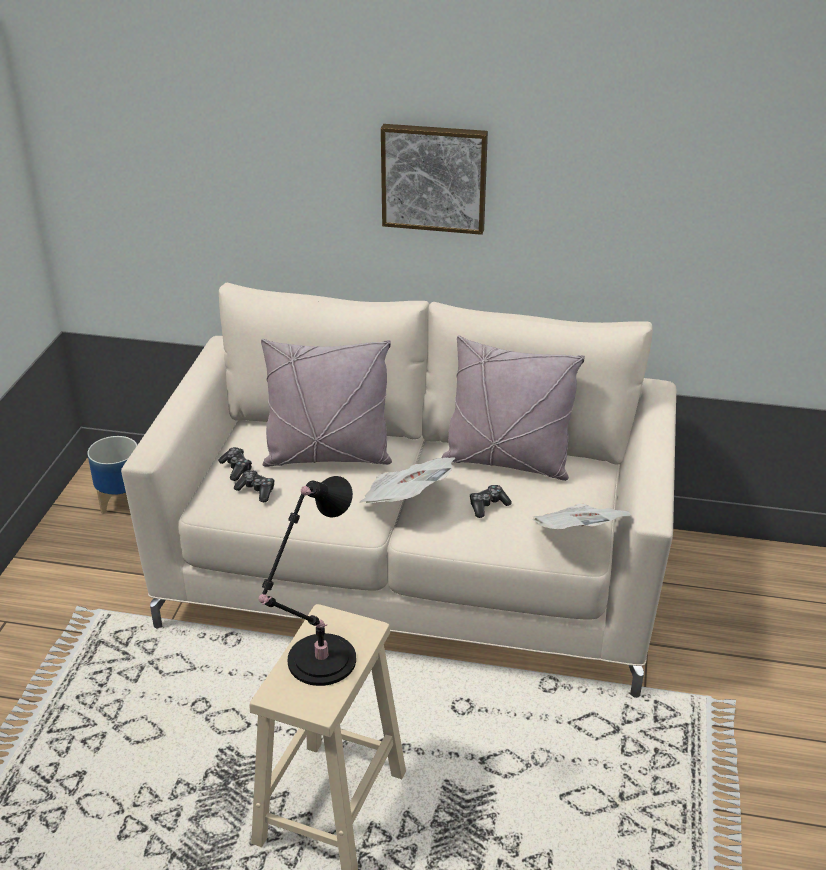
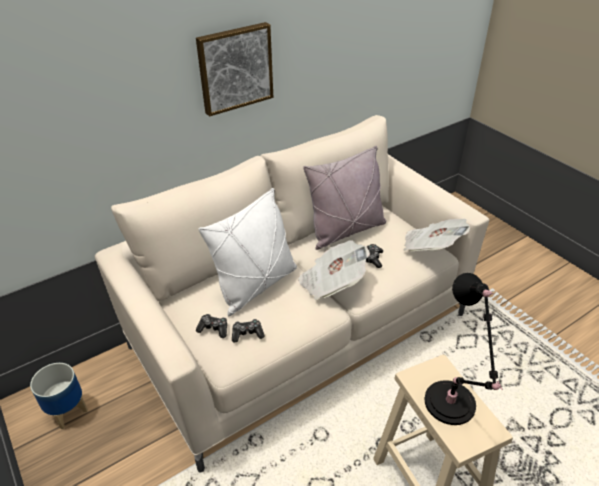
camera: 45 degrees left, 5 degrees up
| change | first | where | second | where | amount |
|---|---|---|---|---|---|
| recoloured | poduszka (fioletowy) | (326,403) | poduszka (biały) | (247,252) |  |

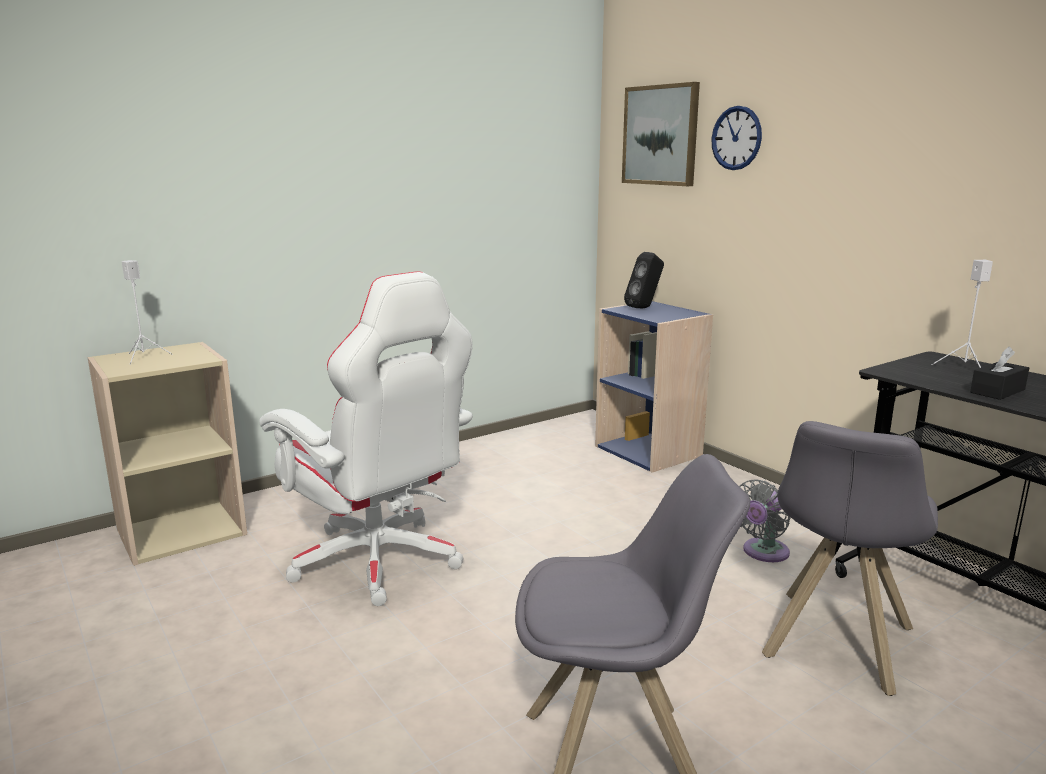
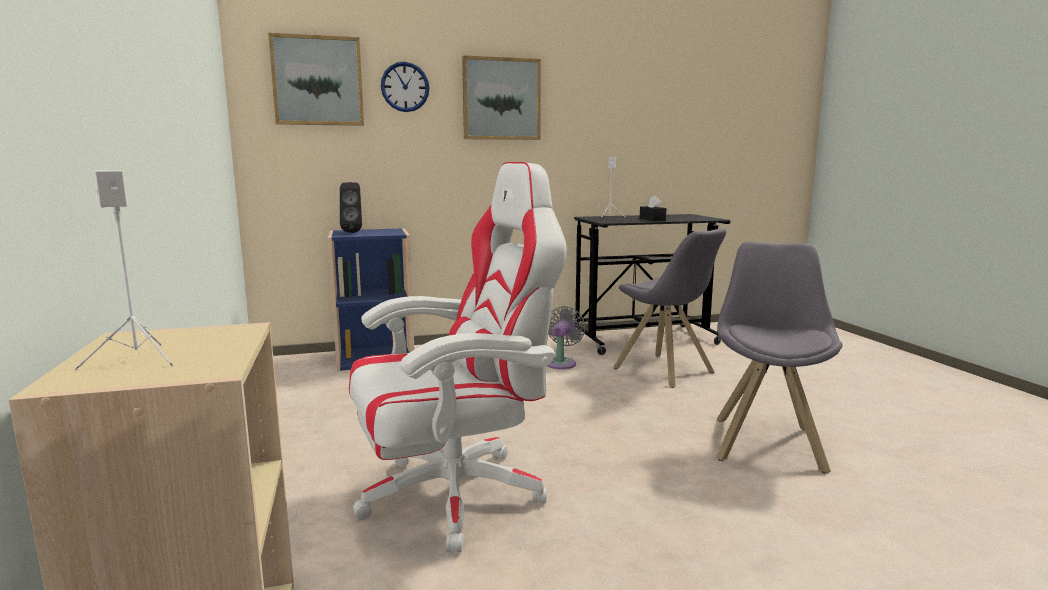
camera: 70 degrees left, 5 degrees down
| change | first | where | second | where | amount |
|---|---|---|---|---|---|
| added |  |  | obraz | (501,97) |  |
| turned | wentylator (szary) | (765,520) |  | (566,337) | 135 degrees counterclockwise |

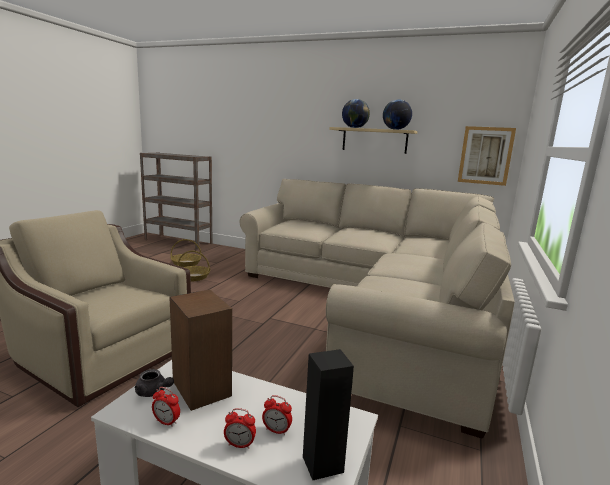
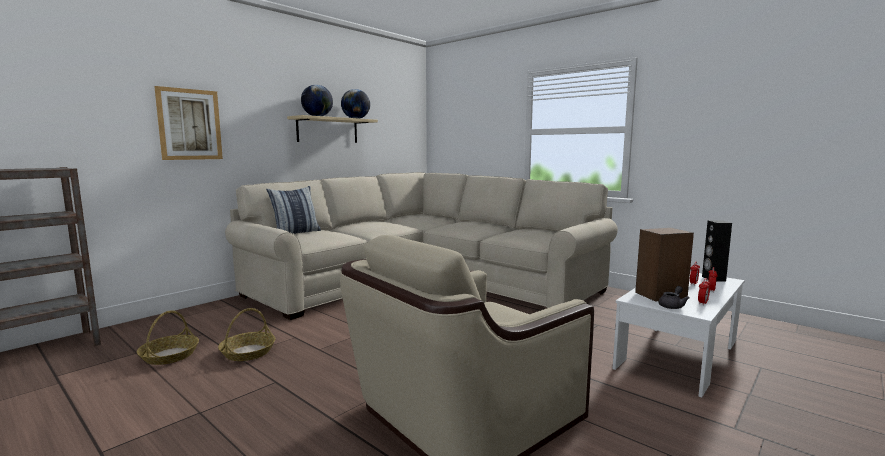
camera: 70 degrees left, 5 degrees down
| change | first | where | second | where | amount |
|---|---|---|---|---|---|
| added |  |  | poduszka | (293,210) |  |
| moved | obraz | (487,156) |  | (188,123) |  |

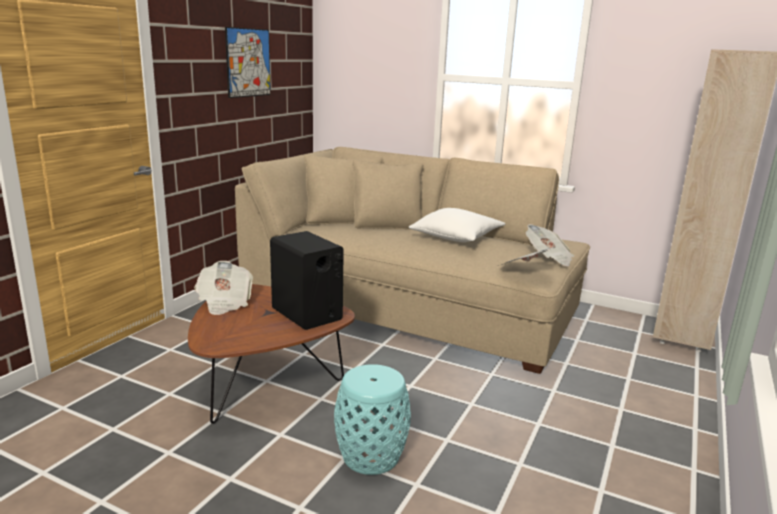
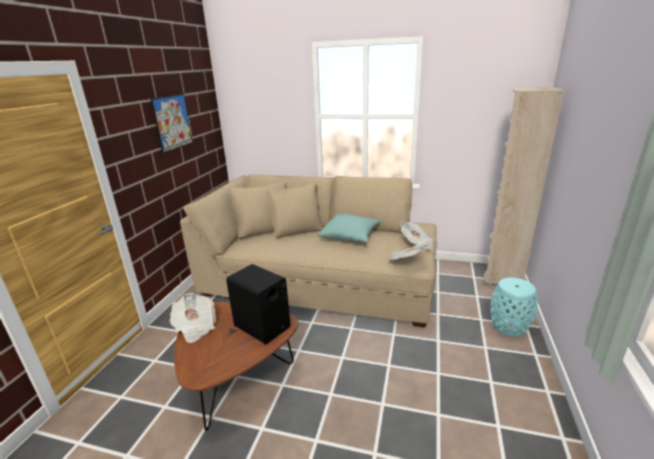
camera: 10 degrees left, 5 degrees up
| change | first | where | second | where | amount |
|---|---|---|---|---|---|
| moved | stołek (turkusowy) | (372,419) |  | (514,307) |  |
| recoloured | poduszka (biały) | (457,225) | poduszka (turkusowy) | (349,227) |  |

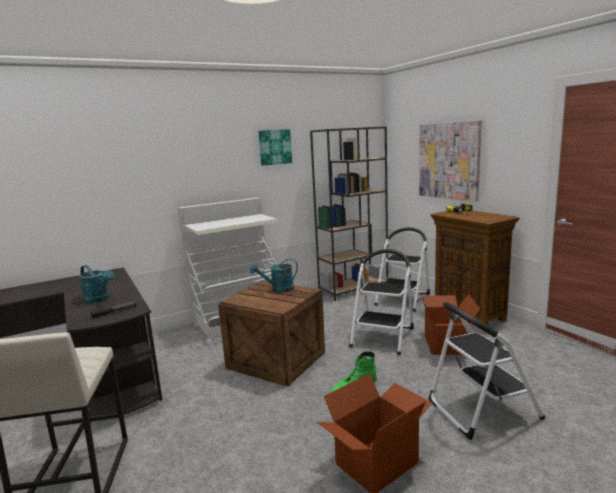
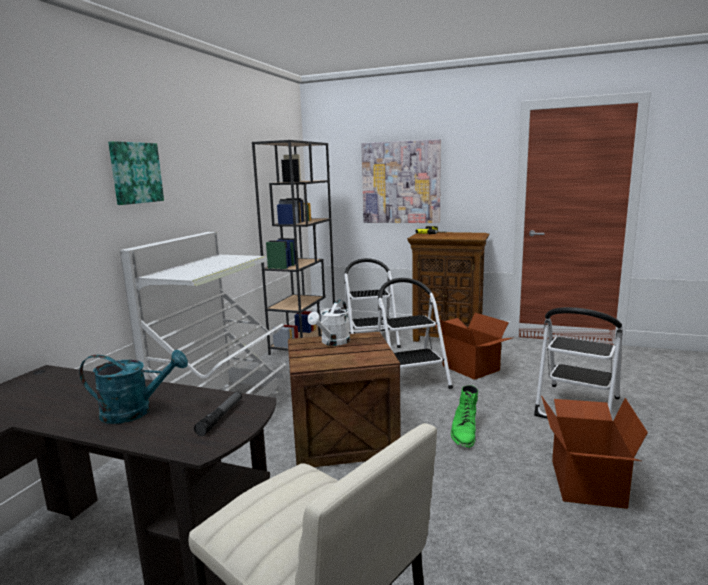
camera: 40 degrees left, 0 degrees up
| change | first | where | second | where | amount |
|---|---|---|---|---|---|
| moved | obraz | (275,147) |  | (136,173) |  |
| recoloured | konewka (turkusowy) | (274,276) | konewka (biały) | (328,322) |  |

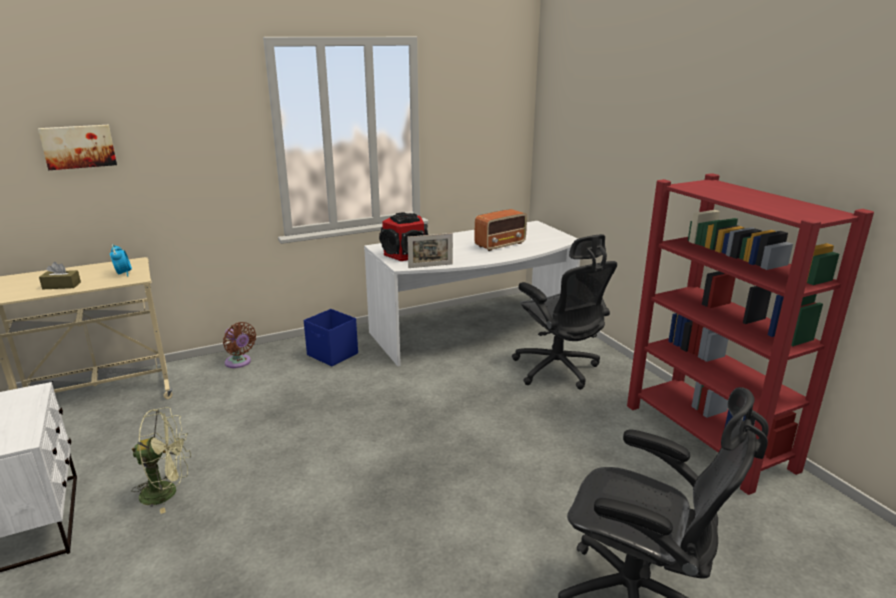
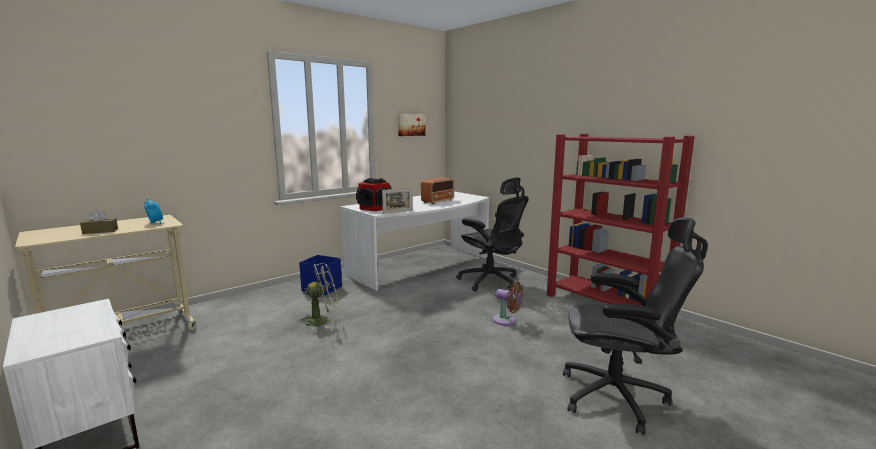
camera: 15 degrees left, 10 degrees down
| change | first | where | second | where | amount |
|---|---|---|---|---|---|
| moved | obraz | (77,147) |  | (412,125) |  |
| moved | wentylator (zielony) | (161,460) |  | (317,295) |  |
| moved | wentylator (brązowy) | (239,345) |  | (508,304) |  |

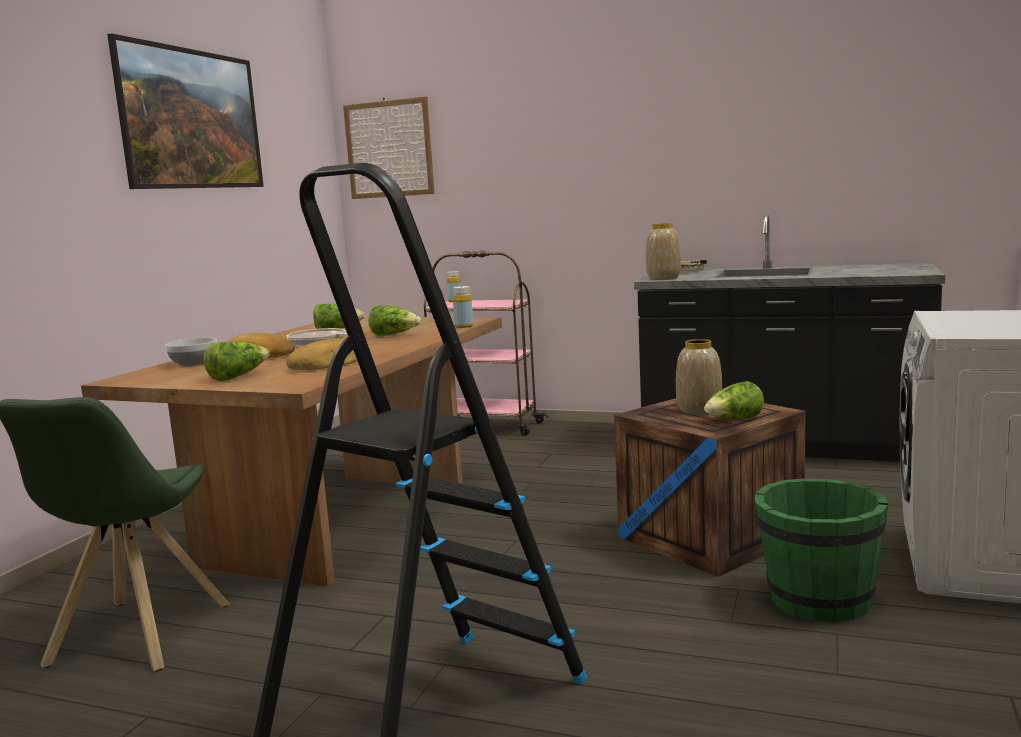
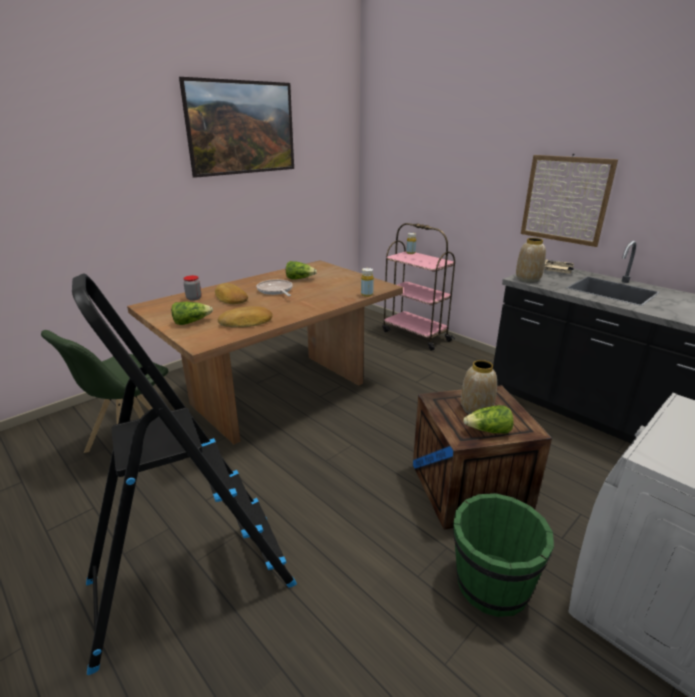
camera: 25 degrees right, 15 degrees up
| change | first | where | second | where | amount |
|---|---|---|---|---|---|
| removed | sałata | (394,320) |  |  |  |
| moved | obraz | (389,148) |  | (569,200) |  |
| replaced | miska | (191,352) | słoik | (192,288) |  |

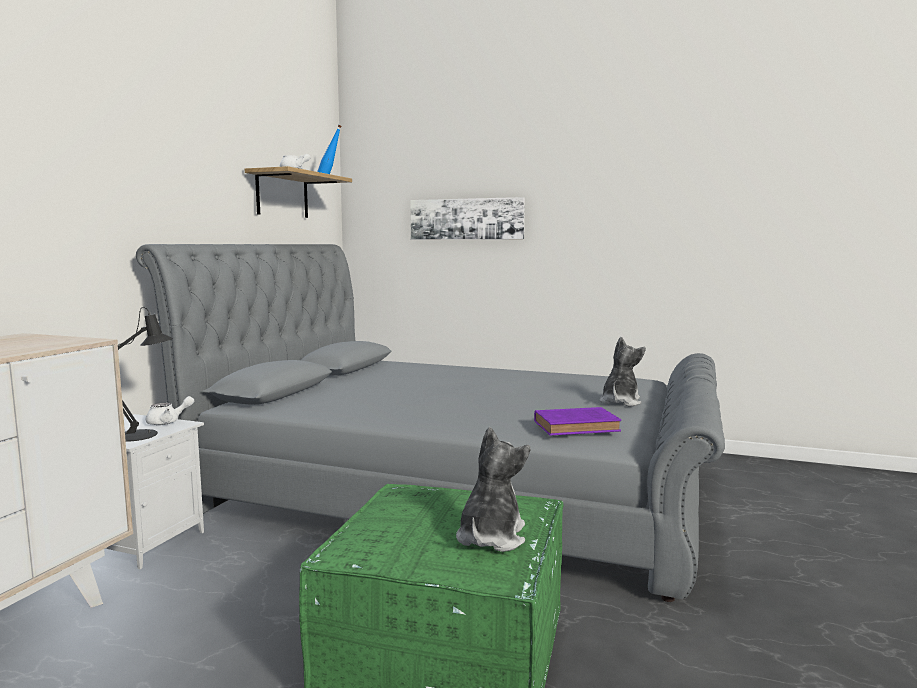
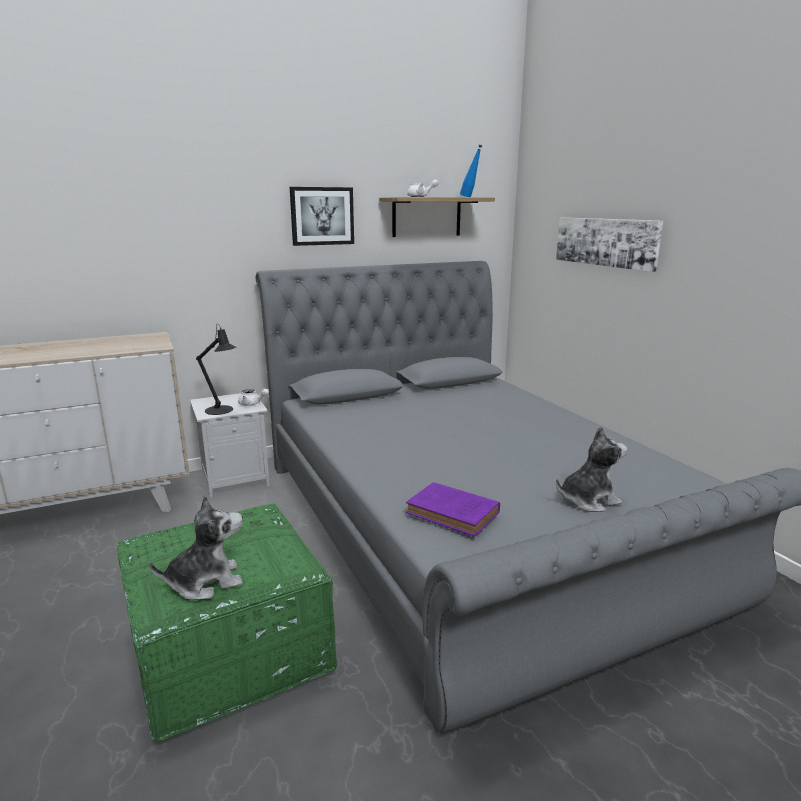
camera: 45 degrees right, 10 degrees up
| change | first | where | second | where | amount |
|---|---|---|---|---|---|
| added |  |  | obraz | (322,216) |  |

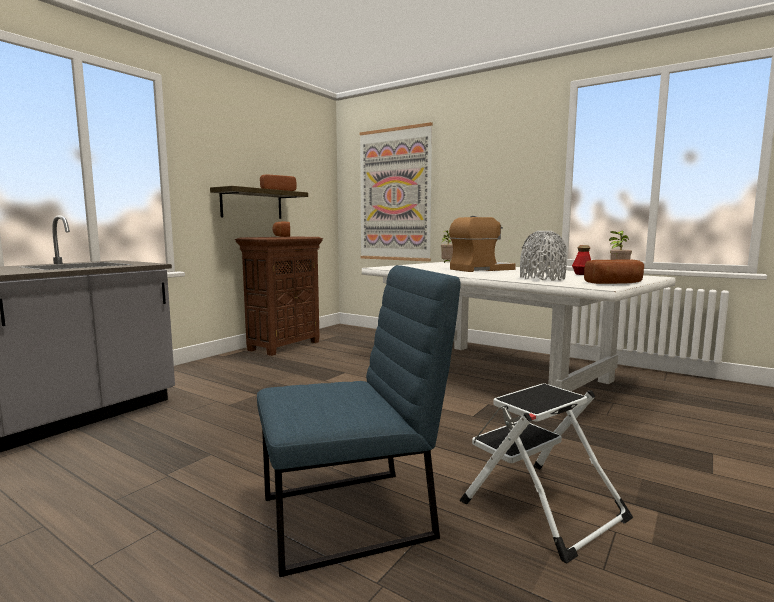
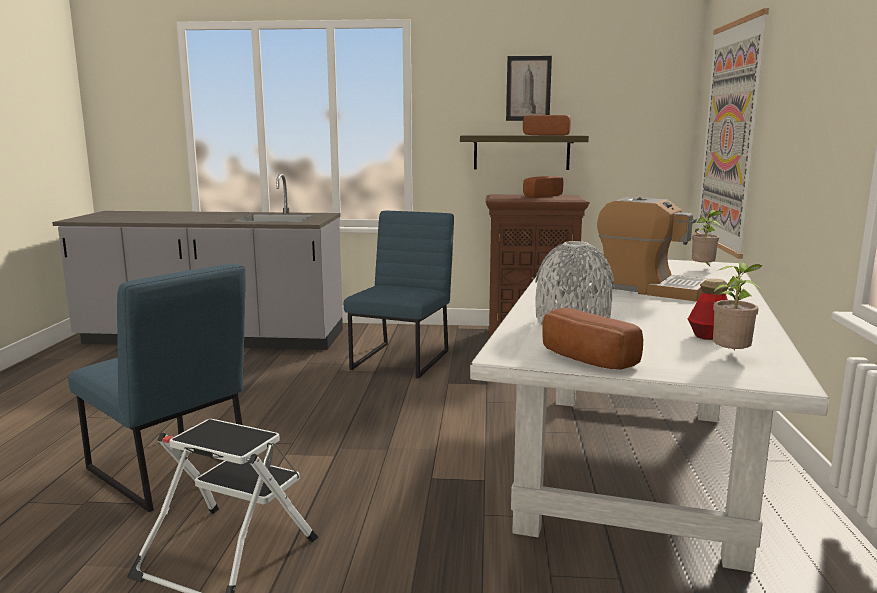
camera: 60 degrees right, 5 degrees up
| change | first | where | second | where | amount |
|---|---|---|---|---|---|
| added |  |  | krzesło (niebieski) | (399,294) |  |
| added |  |  | obraz | (529,88) |  |

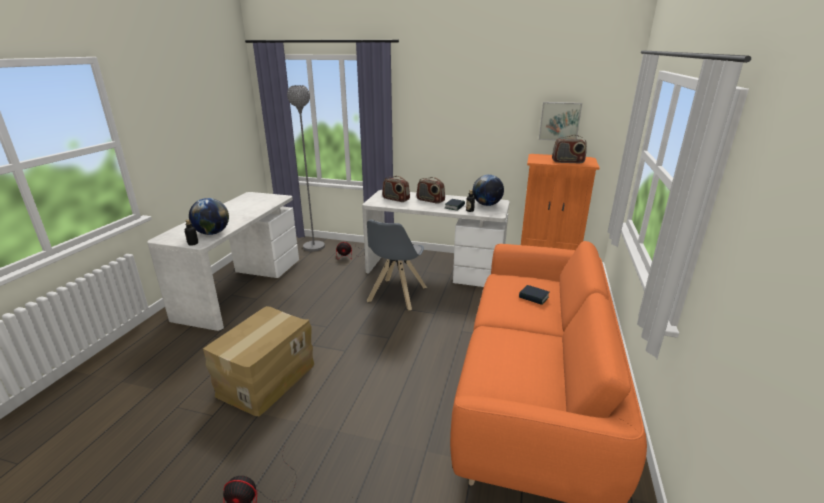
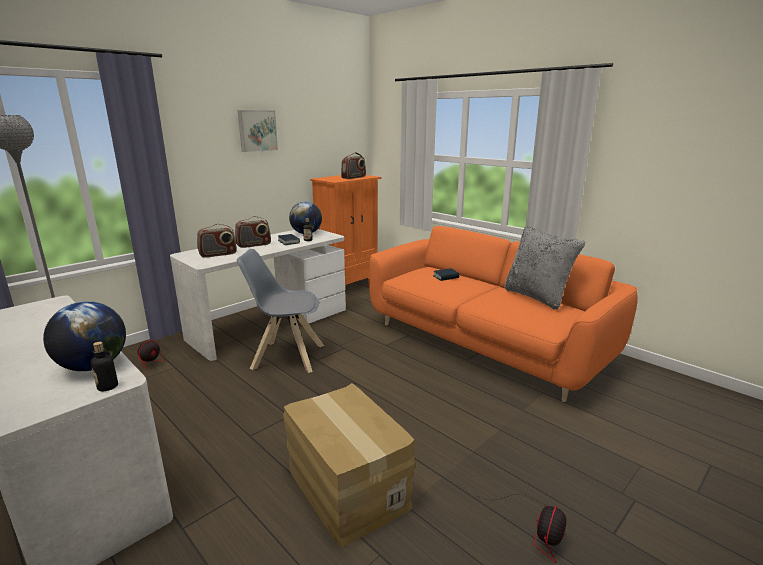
camera: 60 degrees left, 5 degrees down
| change | first | where | second | where | amount |
|---|---|---|---|---|---|
| added |  |  | poduszka (szary) | (545,268) |  |
| moved | obraz | (560,121) |  | (258,131) |  |
| turned | krzesło (szary) | (397,264) |  | (280,311) | 135 degrees clockwise |

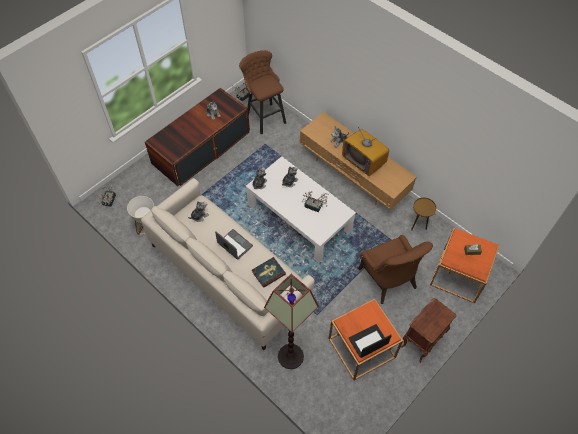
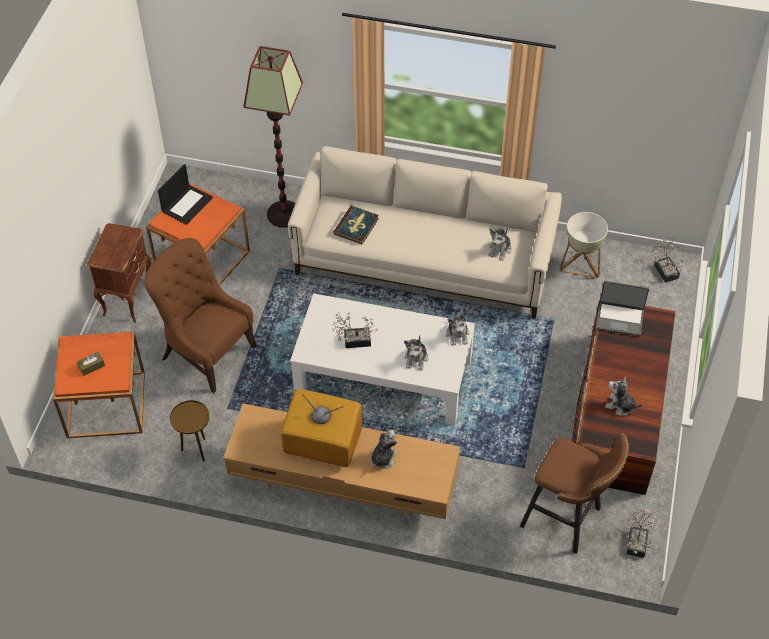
camera: 150 degrees right, 5 degrees down
| change | first | where | second | where | amount |
|---|---|---|---|---|---|
| moved | laptop | (234,244) |  | (622,308) |  |

